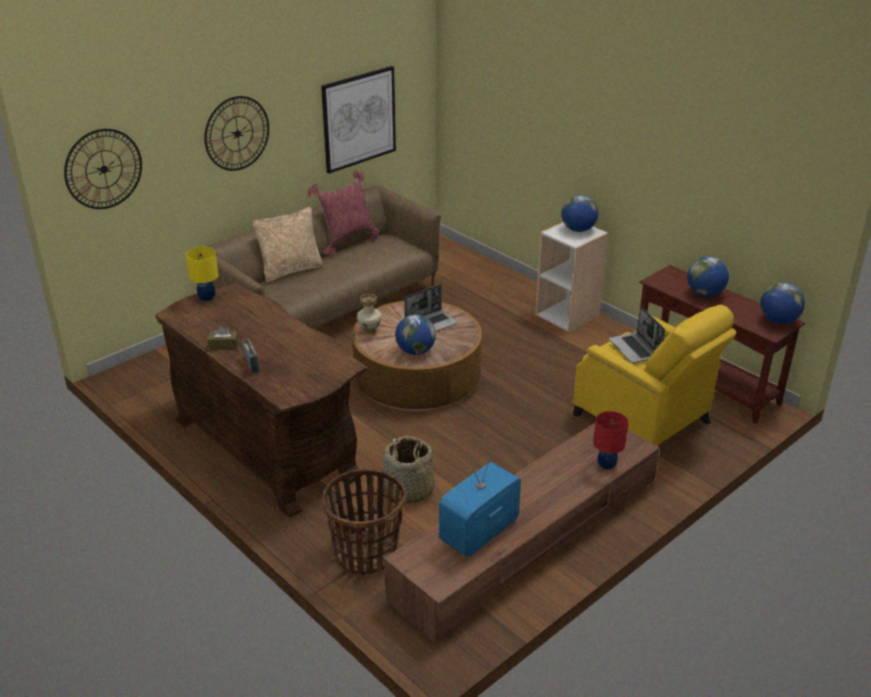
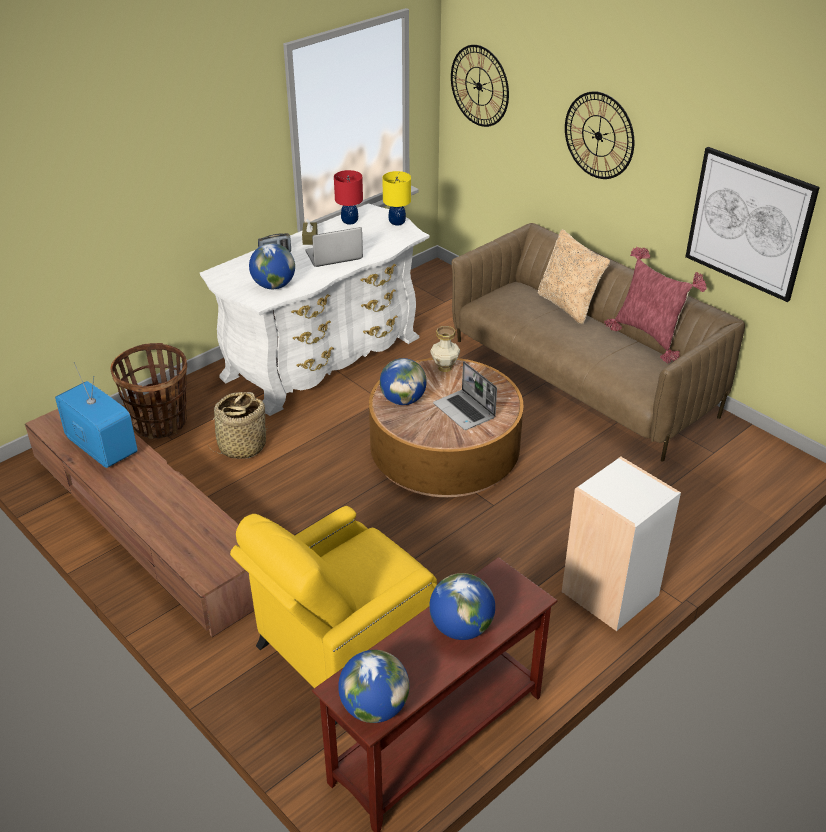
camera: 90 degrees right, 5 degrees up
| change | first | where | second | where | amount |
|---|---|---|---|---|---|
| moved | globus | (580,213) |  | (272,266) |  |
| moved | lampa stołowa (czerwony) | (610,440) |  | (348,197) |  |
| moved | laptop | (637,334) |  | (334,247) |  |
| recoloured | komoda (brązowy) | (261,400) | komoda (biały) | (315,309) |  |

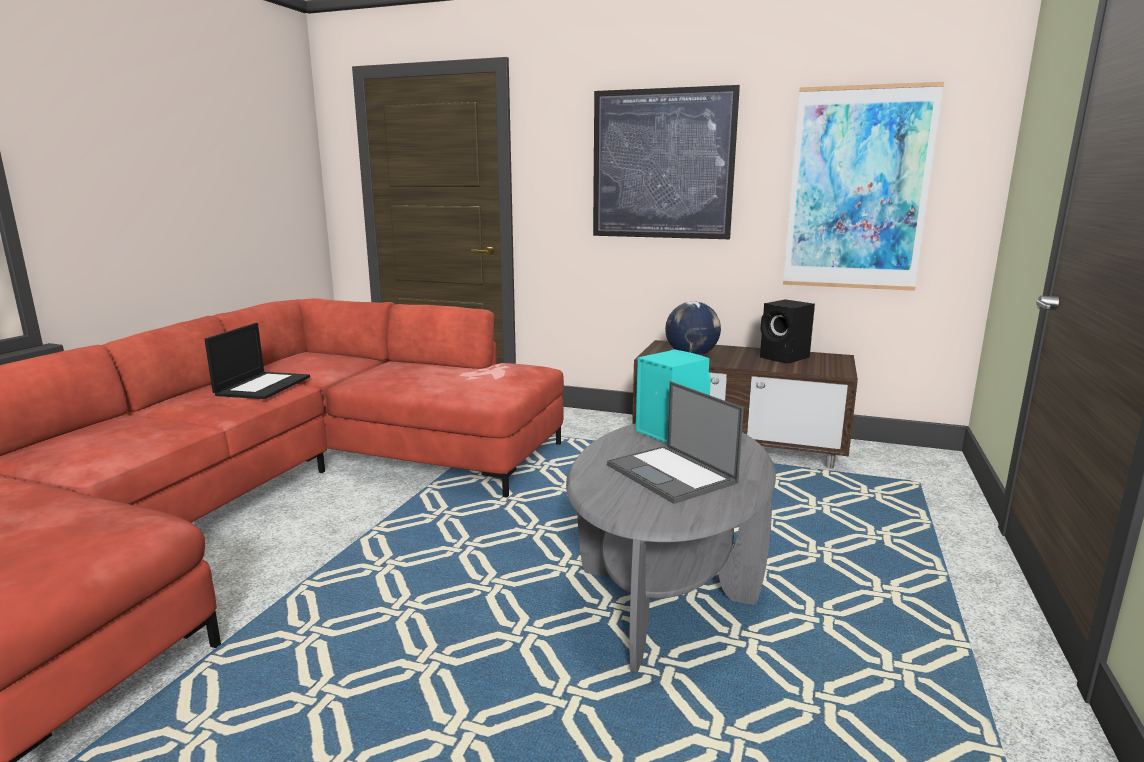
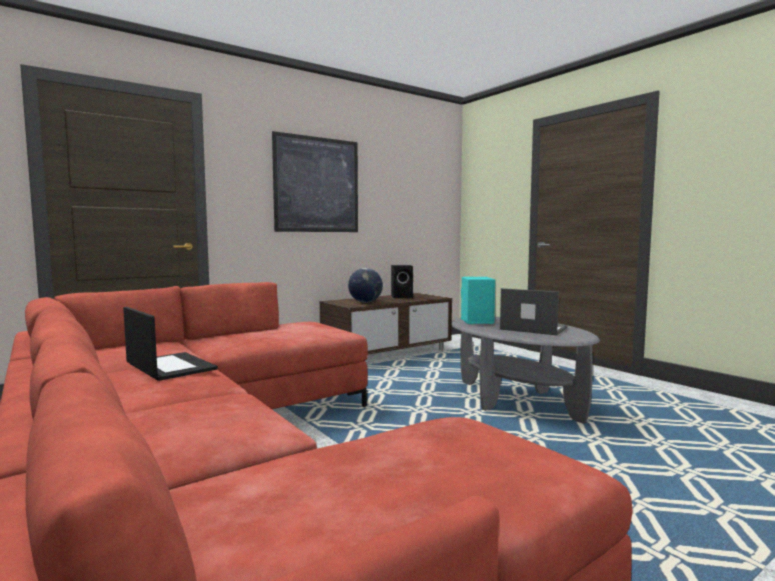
camera: 55 degrees left, 10 degrees down
| change | first | where | second | where | amount |
|---|---|---|---|---|---|
| removed | obraz | (863,186) |  |  |  |
| turned | laptop | (675,442) |  | (534,311) | 150 degrees counterclockwise |

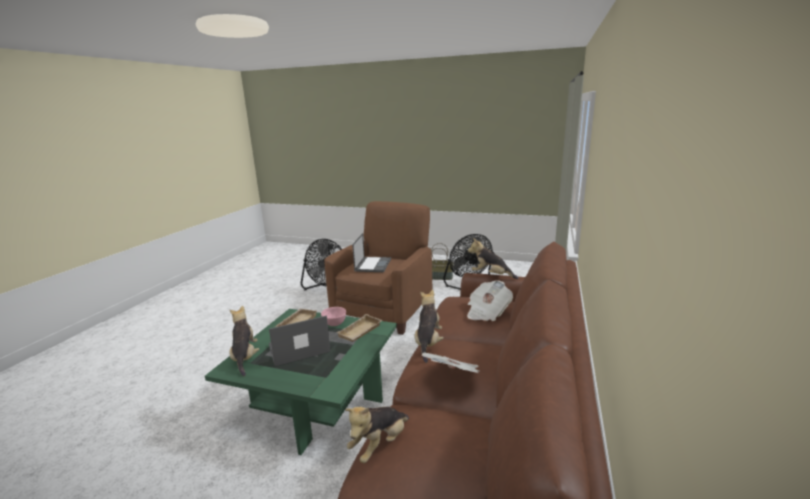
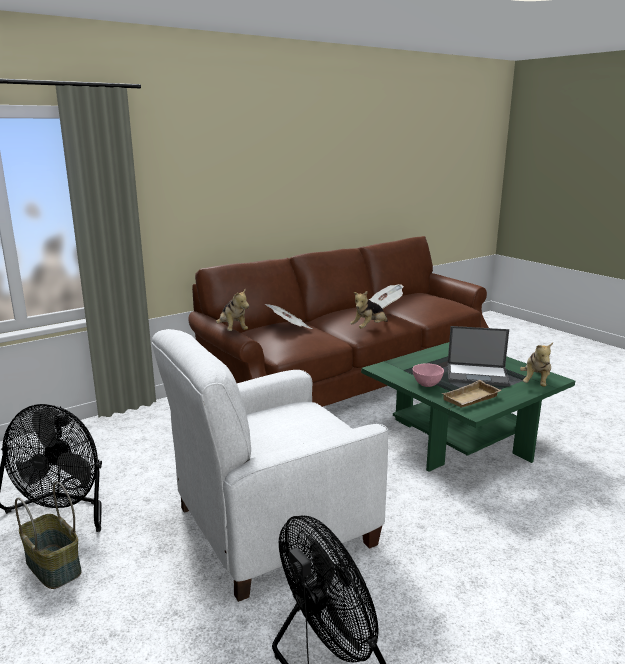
camera: 145 degrees left, 0 degrees up
| change | first | where | second | where | amount |
|---|---|---|---|---|---|
| removed | taca (beżowy) | (359,328) |  |  |  |
| removed | pluszak | (377,435) |  |  |  |
| removed | laptop | (371,252) |  |  |  |
| recoloured | fotel (brązowy) | (378,268) | fotel (biały) | (270,465) |  |

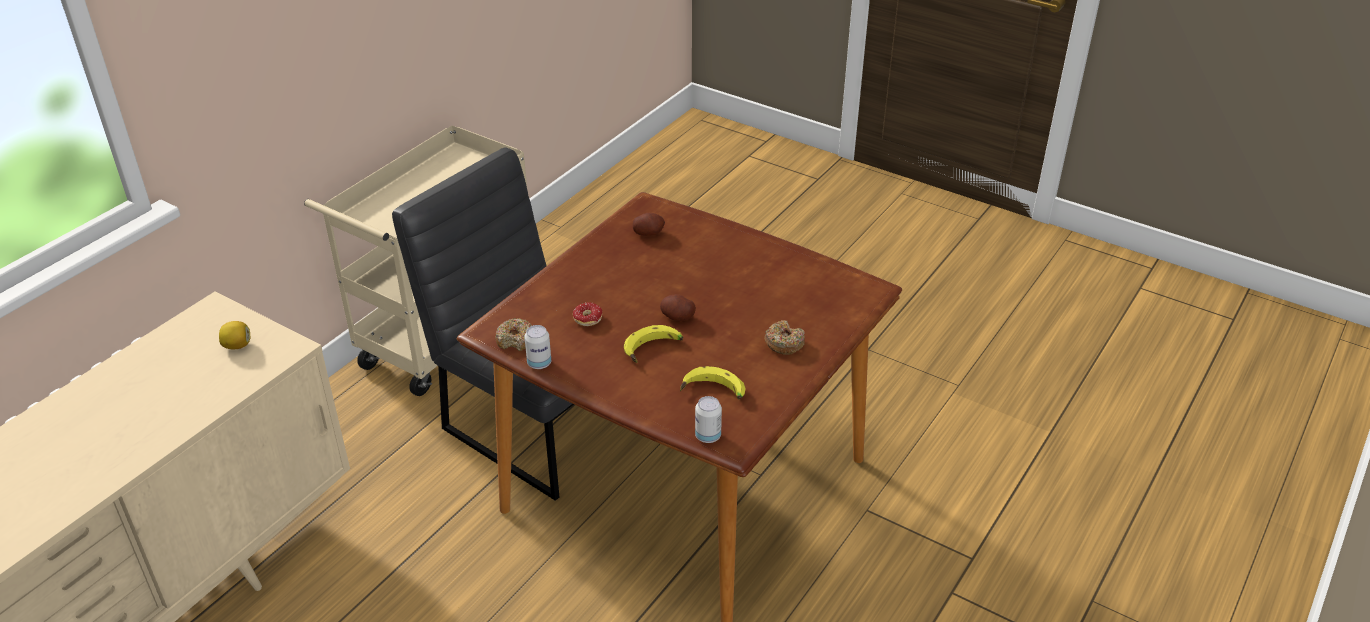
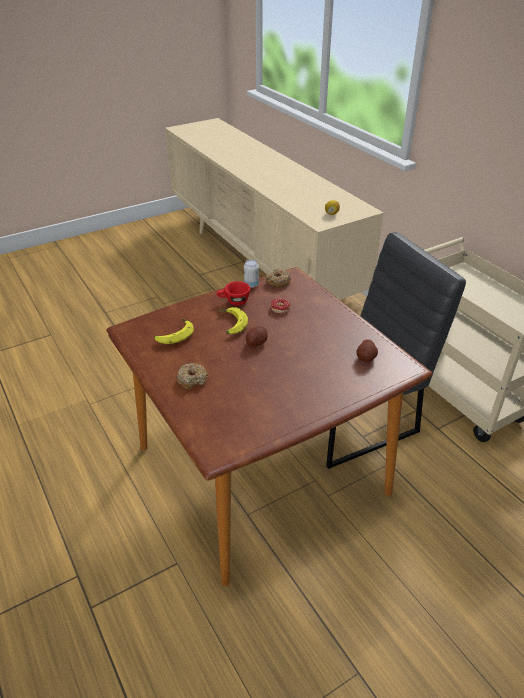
camera: 115 degrees right, 0 degrees up
| change | first | where | second | where | amount |
|---|---|---|---|---|---|
| removed | puszka | (708,419) |  |  |  |
| added |  |  | filiżanka (czerwony) | (233,293) |  |

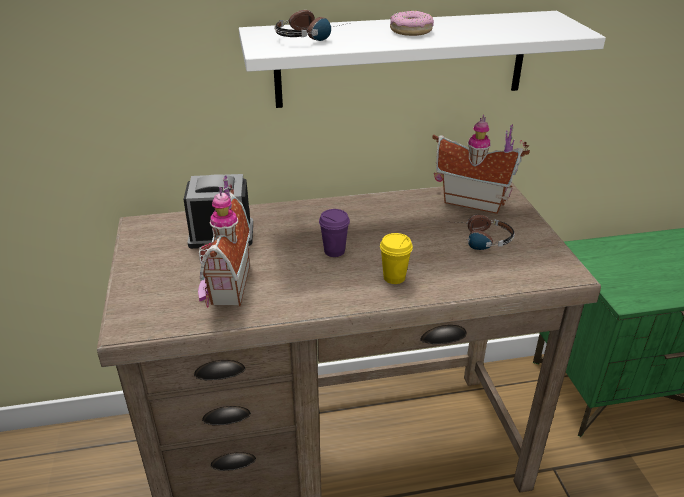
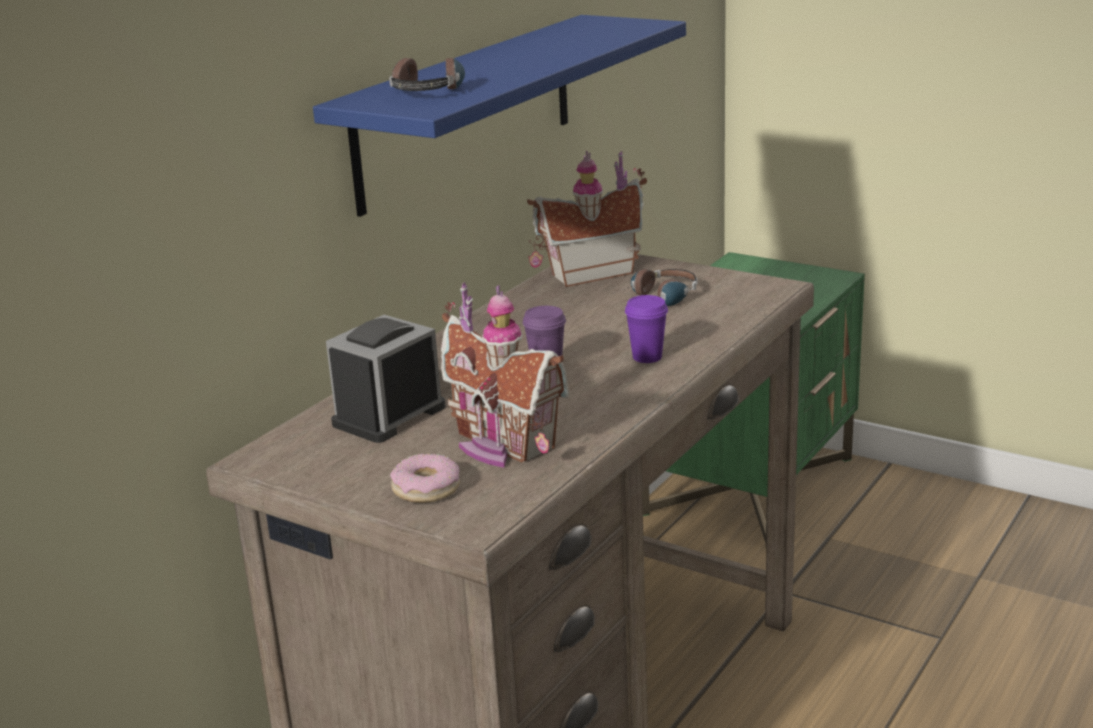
camera: 45 degrees left, 10 degrees down
| change | first | where | second | where | amount |
|---|---|---|---|---|---|
| moved | donut | (412,23) |  | (425,478) |  |
| recoloured | półka (biały) | (422,59) | półka (niebieski) | (499,116) |  |
| recoloured | filiżanka (żółty) | (396,258) | filiżanka (fioletowy) | (646,329) |  |

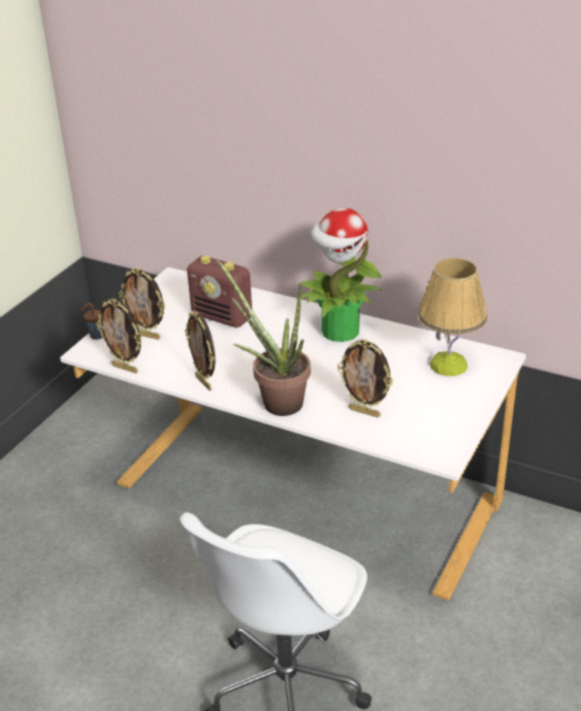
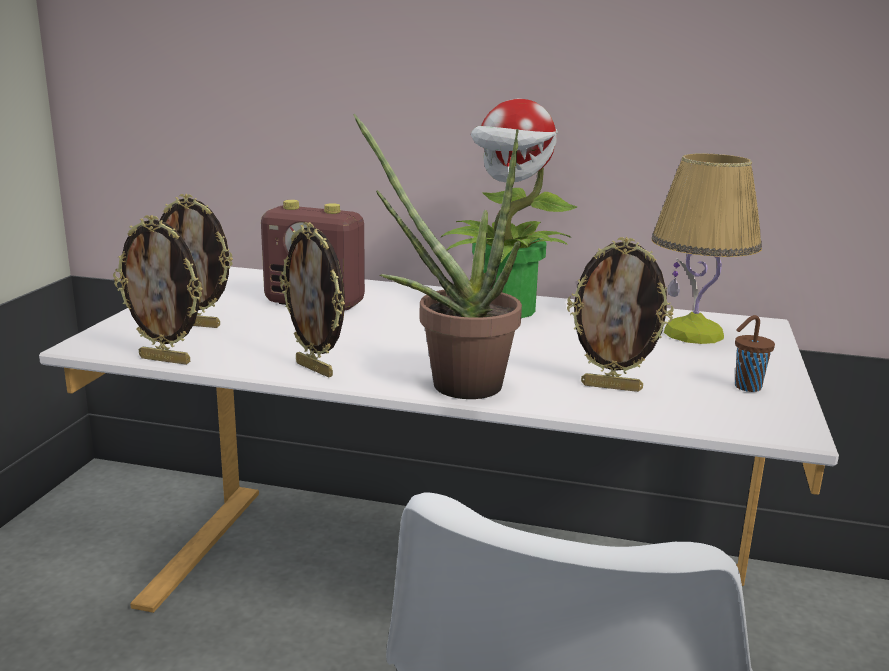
camera: 15 degrees left, 15 degrees down
| change | first | where | second | where | amount |
|---|---|---|---|---|---|
| moved | filiżanka (brązowy) | (91,321) |  | (755,353) |  |

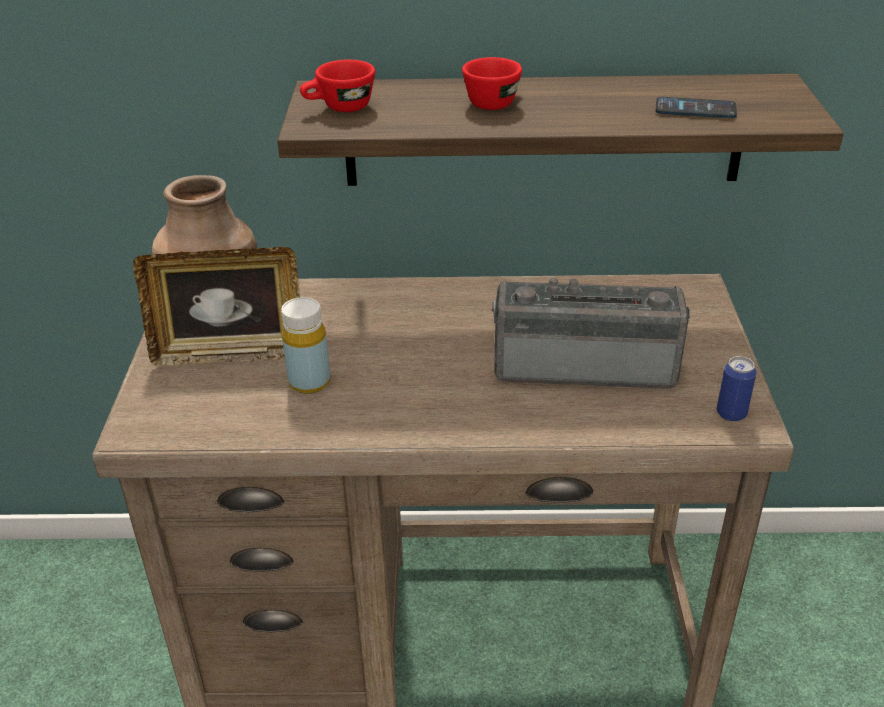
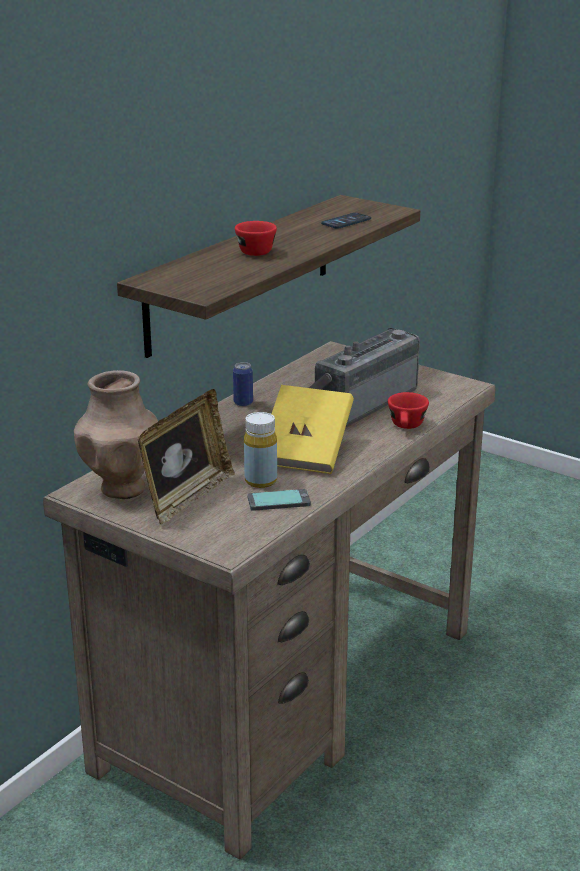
camera: 55 degrees left, 10 degrees down
| change | first | where | second | where | amount |
|---|---|---|---|---|---|
| added |  |  | telefon | (279,500) |  |
| added |  |  | książka (żółty) | (313,429) |  |
| moved | filiżanka (czerwony) | (337,86) |  | (408,410) |  |
| moved | puszka | (736,389) |  | (243,384) |  |

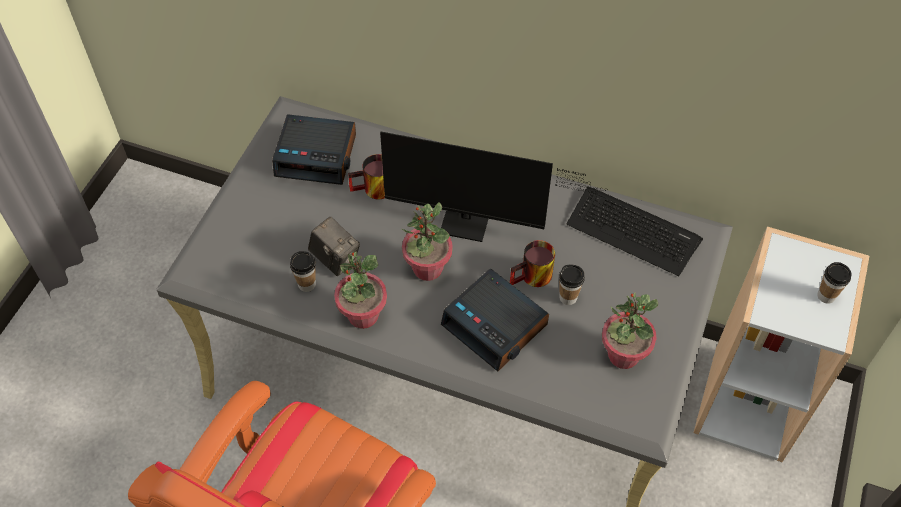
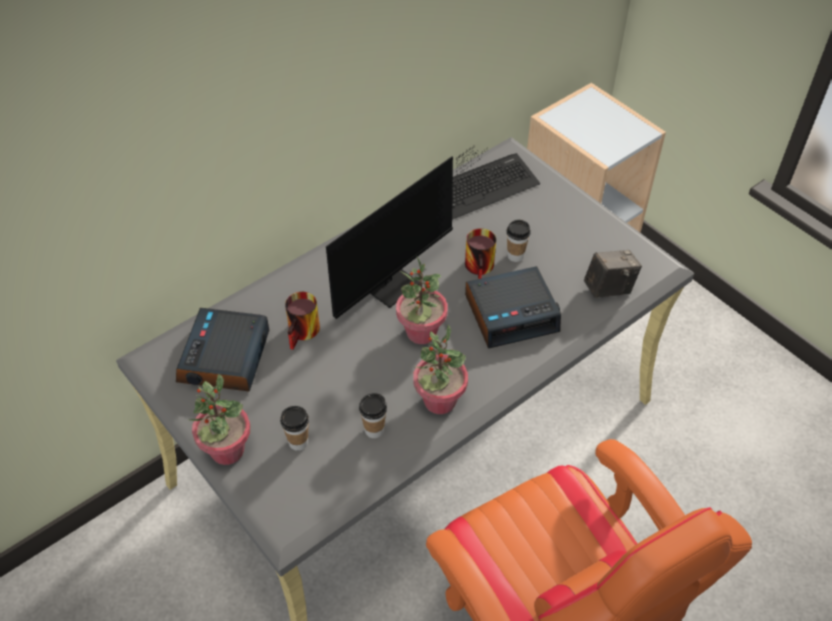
camera: 60 degrees left, 5 degrees down
| change | first | where | second | where | amount |
|---|---|---|---|---|---|
| moved | aparat fotograficzny | (334,246) |  | (613,274) |  |
| moved | roślina doniczkowa | (630,331) |  | (219,419) |  |
| moved | filiżanka | (834,283) |  | (294,428) |  |
| turned | budzik | (314,149) |  | (222,350) | 150 degrees clockwise |

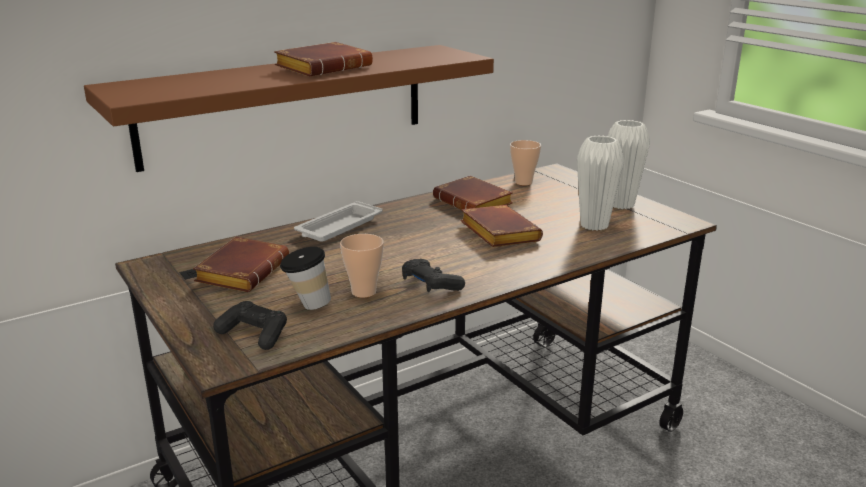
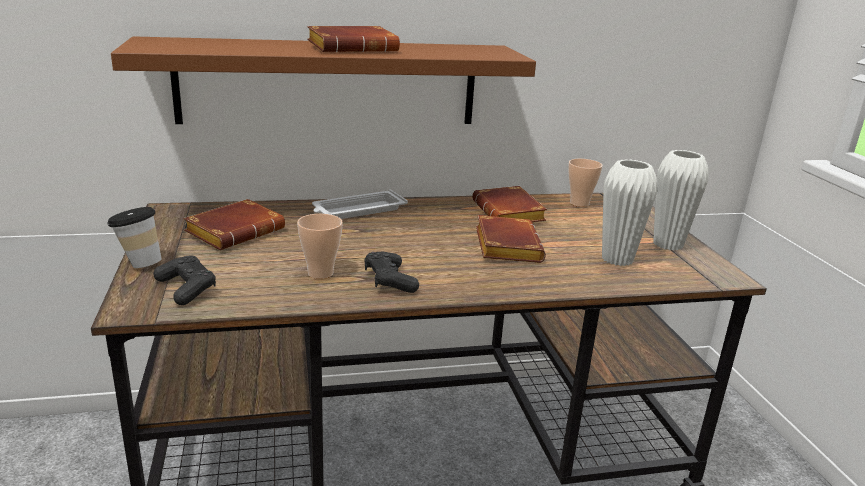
camera: 20 degrees right, 0 degrees up
| change | first | where | second | where | amount |
|---|---|---|---|---|---|
| moved | filiżanka | (305,278) |  | (134,237) |  |

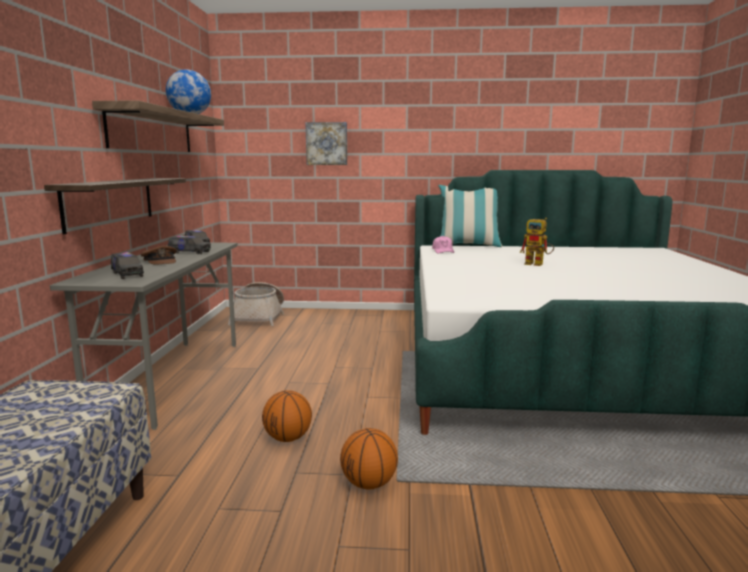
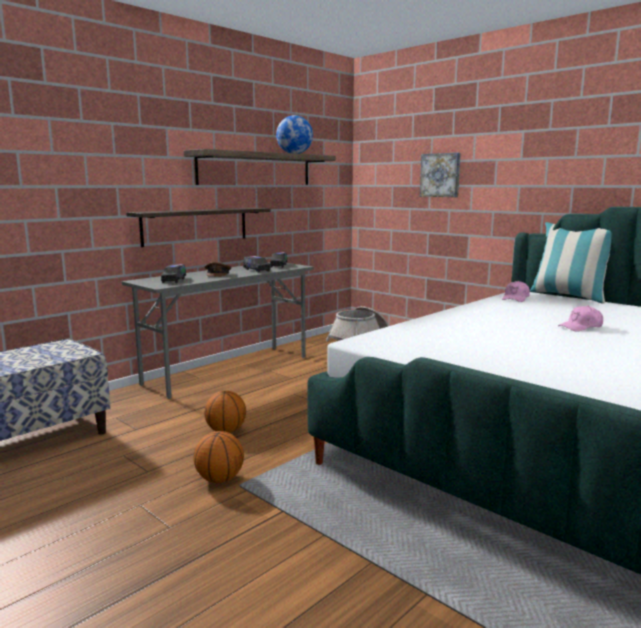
camera: 40 degrees right, 0 degrees up
| change | first | where | second | where | amount |
|---|---|---|---|---|---|
| replaced | robot zabawkowy | (537,242) | czapka z daszkiem (różowy) | (580,318) |  |

